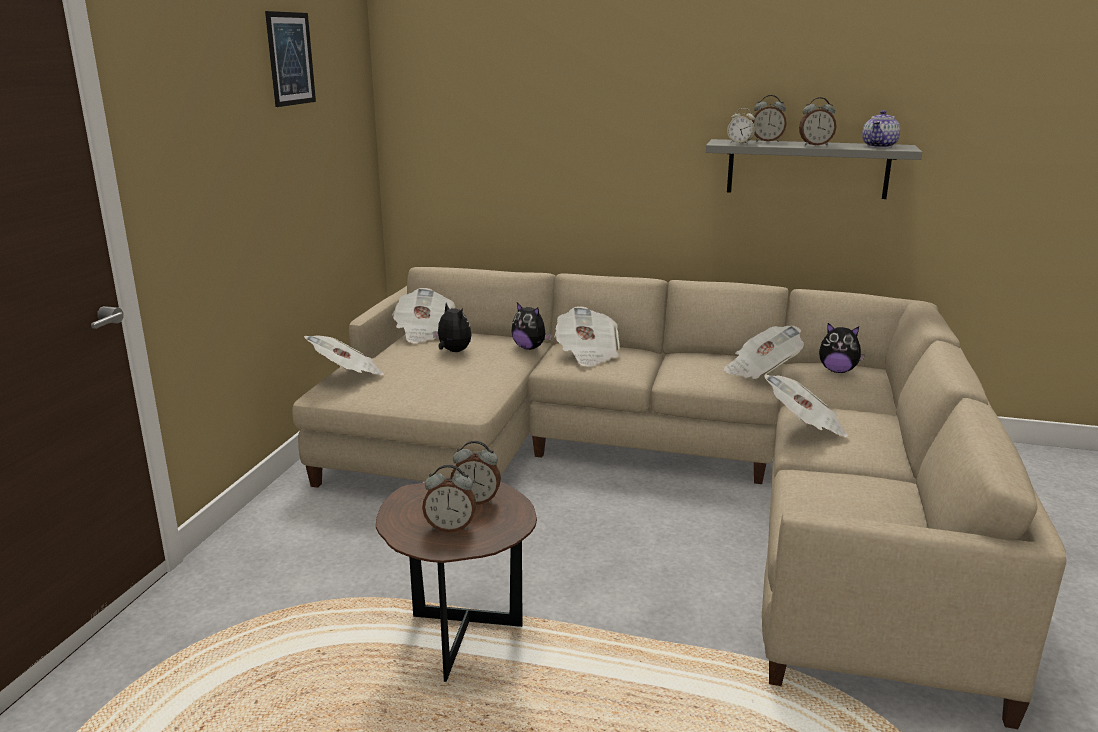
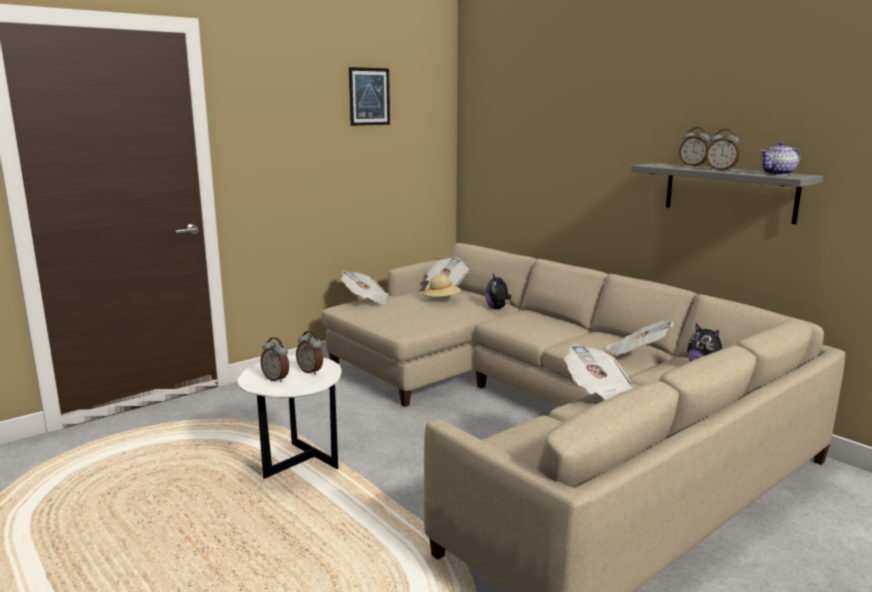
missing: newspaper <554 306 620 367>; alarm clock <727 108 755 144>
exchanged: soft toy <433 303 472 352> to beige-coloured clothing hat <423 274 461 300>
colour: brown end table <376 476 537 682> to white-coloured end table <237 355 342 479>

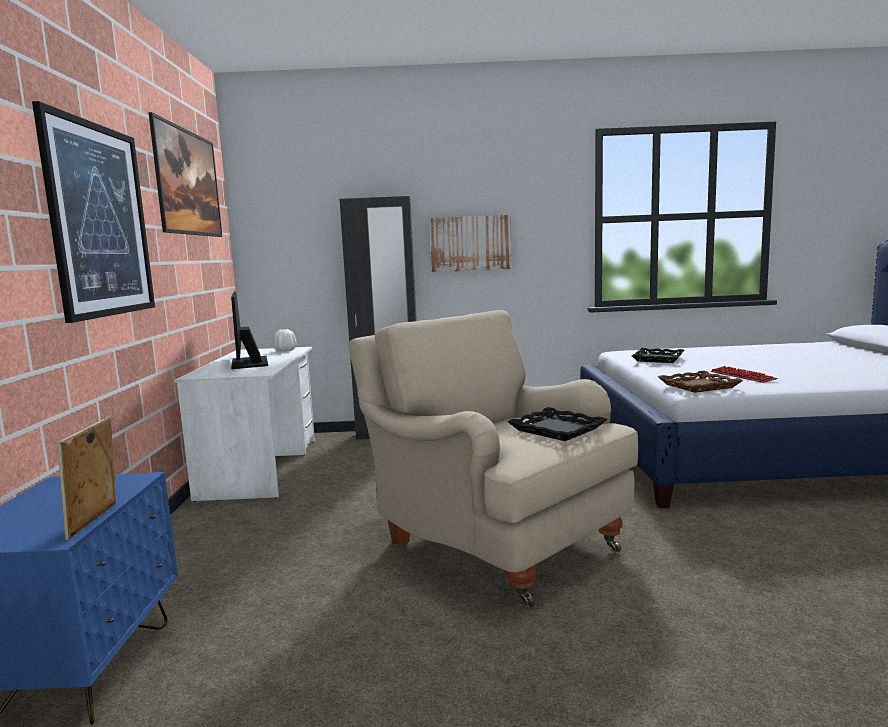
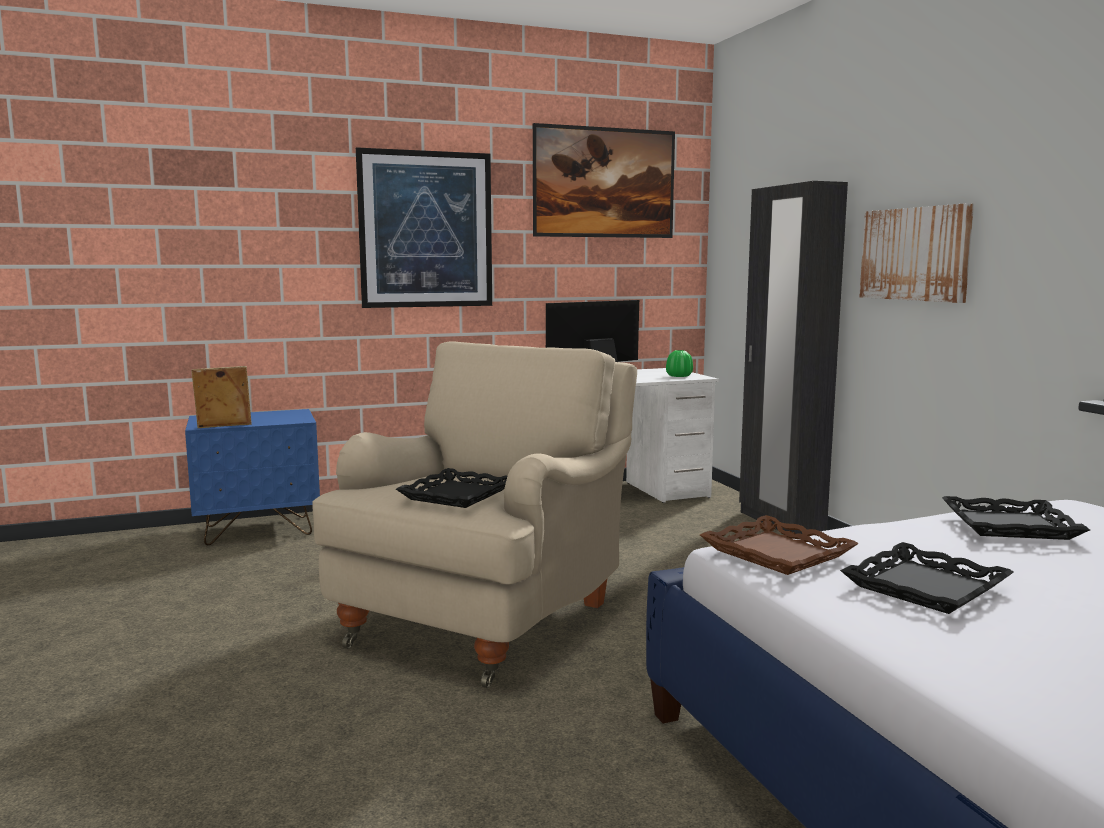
exchanged: keyboard <711 366 777 383> to blackish carrying tray <840 542 1014 614>
colour: white-coloured decorative vase <273 329 296 352> to green-coloured decorative vase <666 350 693 377>

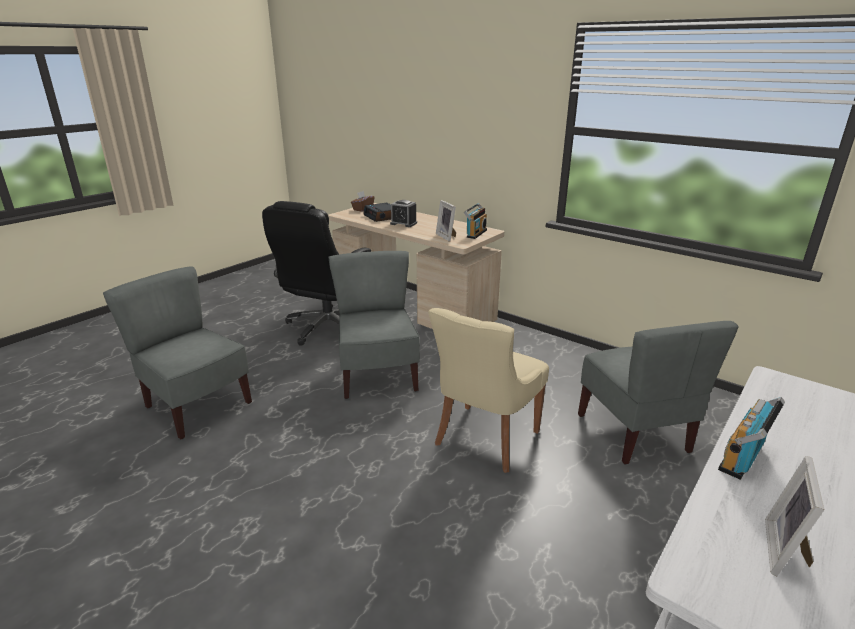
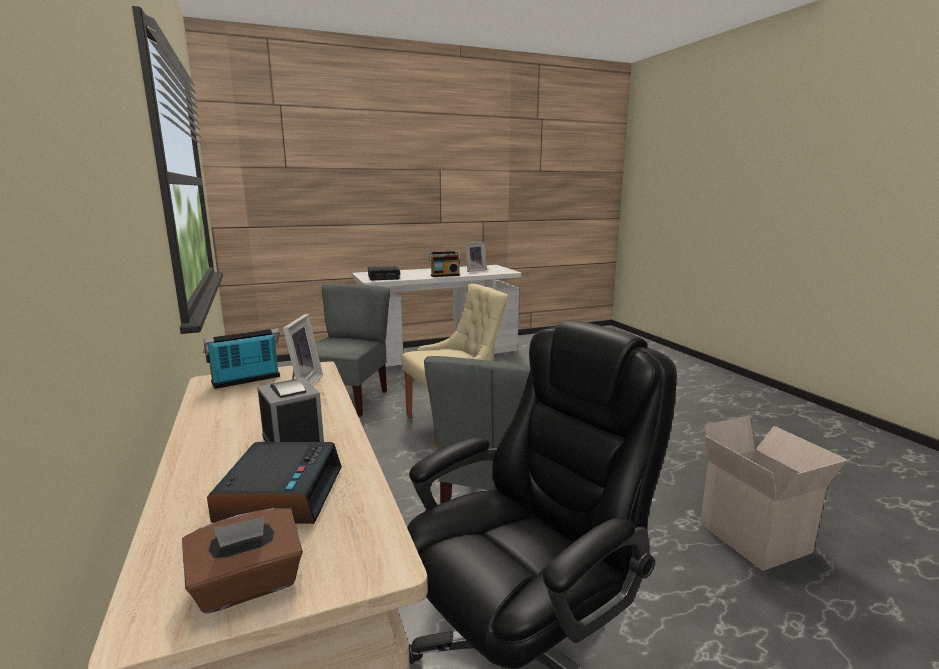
appeared: alarm clock <368 266 400 281>
exchanged: grey chair <103 266 252 440> to cardboard box <700 416 848 571>

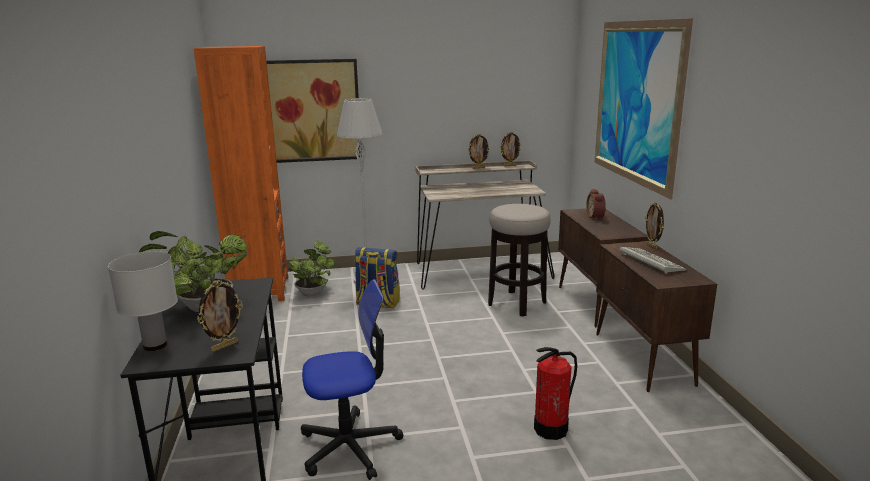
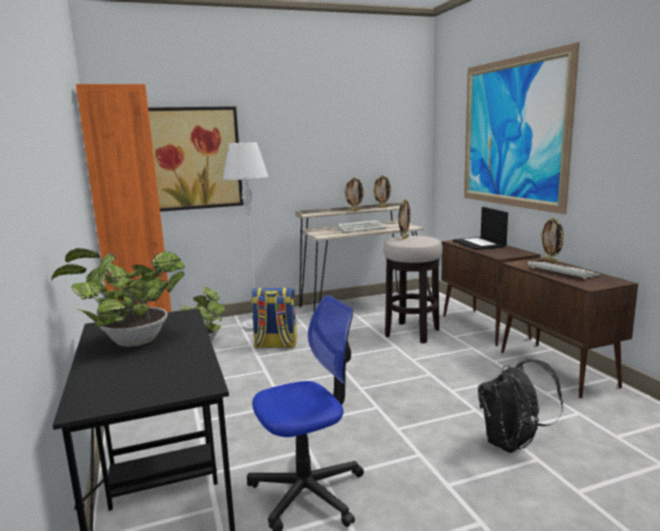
missing: white-coloured lamp for a table <108 251 178 351>
appeared: keyboard <338 220 386 233>
relocated: picture frame <198 280 243 351> to <398 199 411 240>
exchanged: alarm clock <587 189 606 220> to laptop <453 207 508 250>; extinguisher <534 347 577 440> to blackish backpack <478 359 563 453>

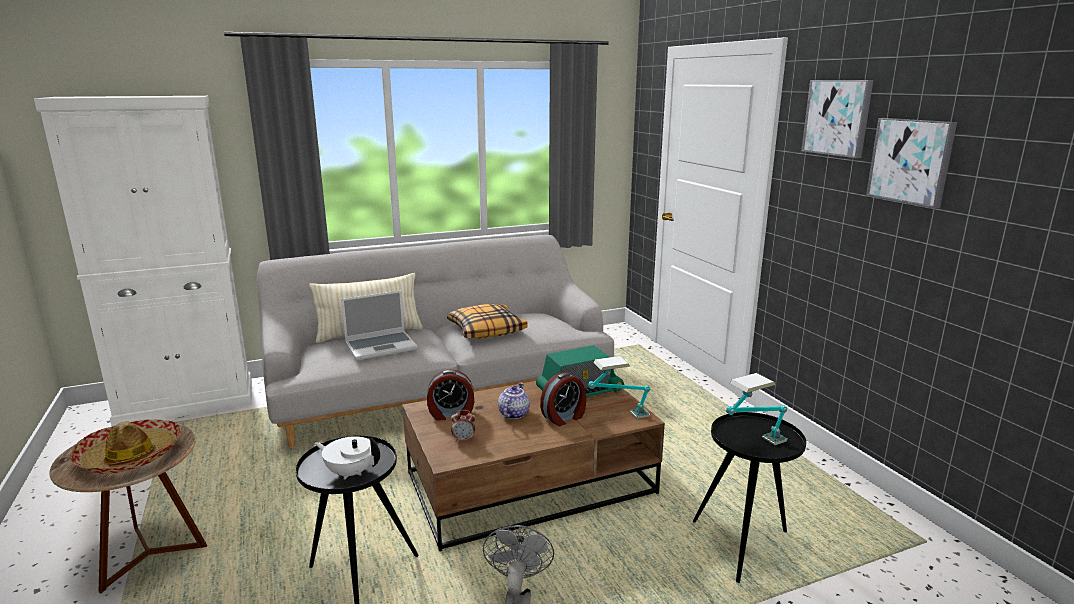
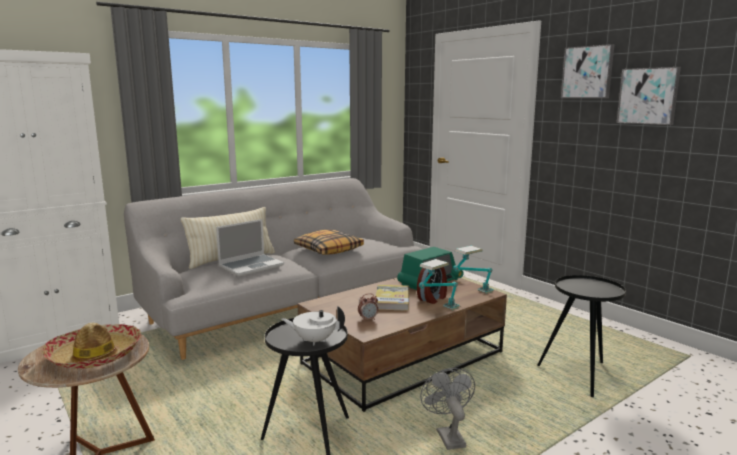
missing: alarm clock <427 369 474 421>
relocated: lamp for a table <726 373 787 445> to <419 259 460 310>
exchanged: tea pot <498 383 530 419> to volume <375 285 409 311>

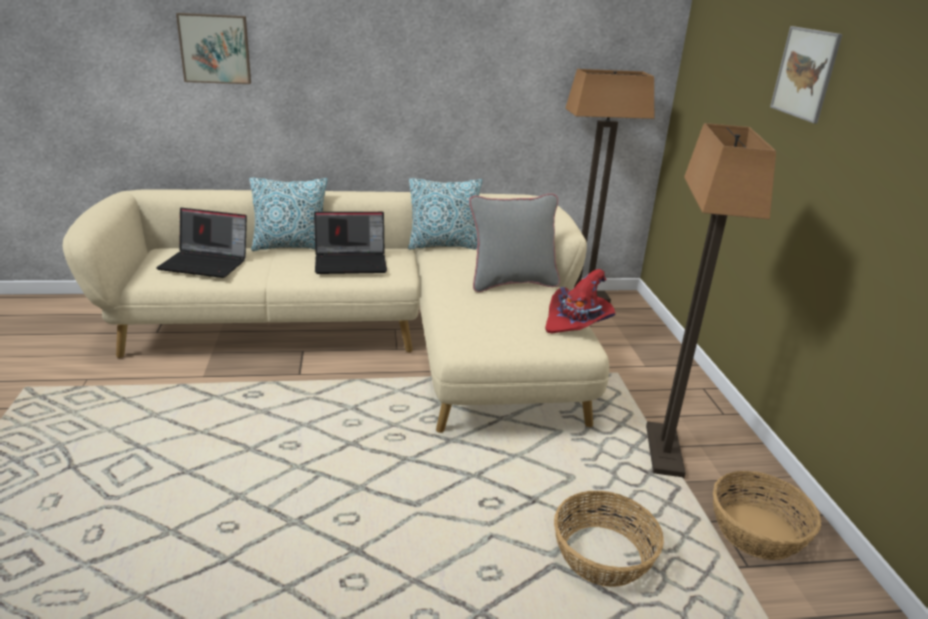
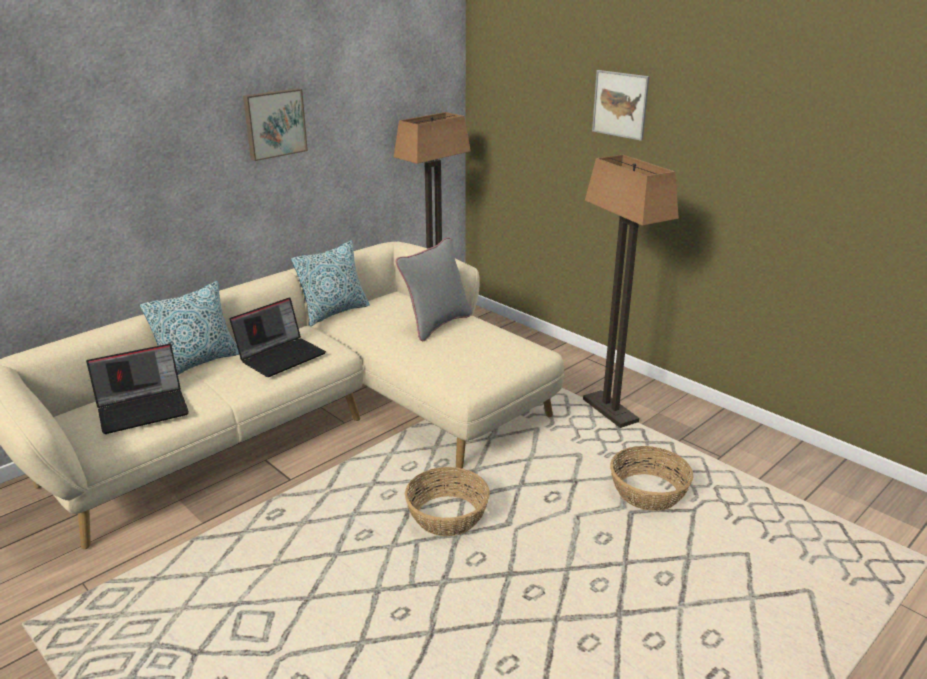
missing: reddish clothing hat <545 269 616 333>
relocated: wall picture <176 13 251 84> to <243 88 308 161>; household basket <713 471 821 560> to <405 467 490 536>

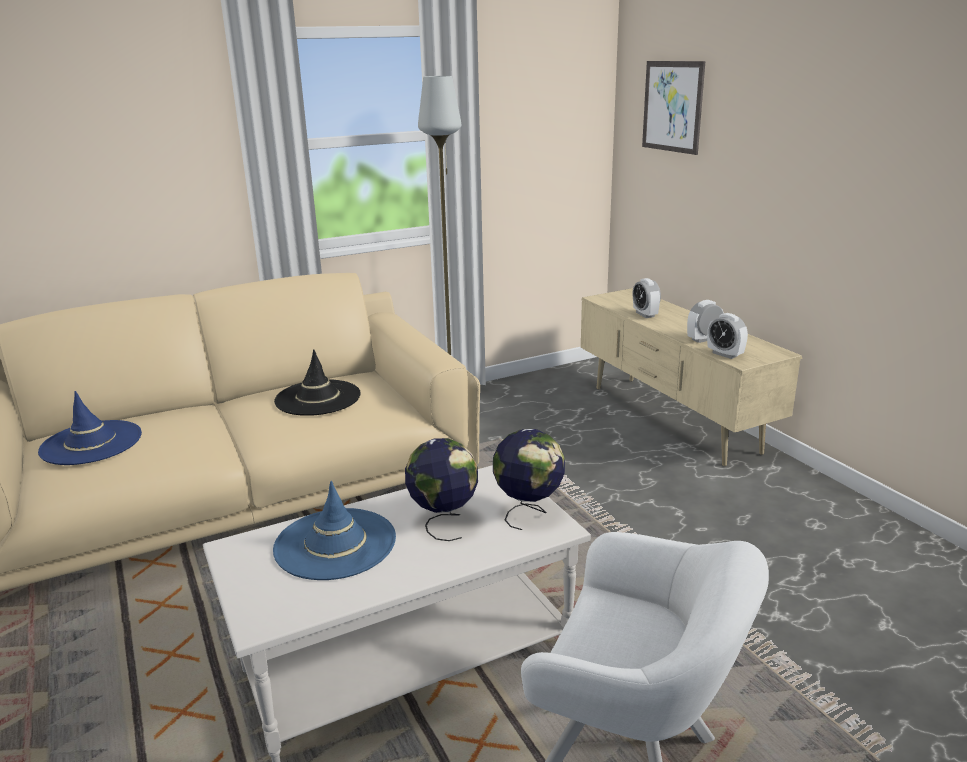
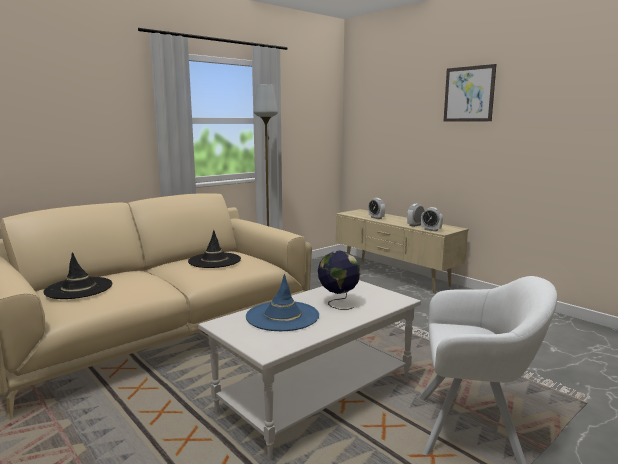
missing: world globe <493 429 565 530>
relocated: wall picture <642 61 705 155> to <444 64 496 121>
colour: blue clothing hat <38 391 142 465> to blackish clothing hat <43 252 112 299>

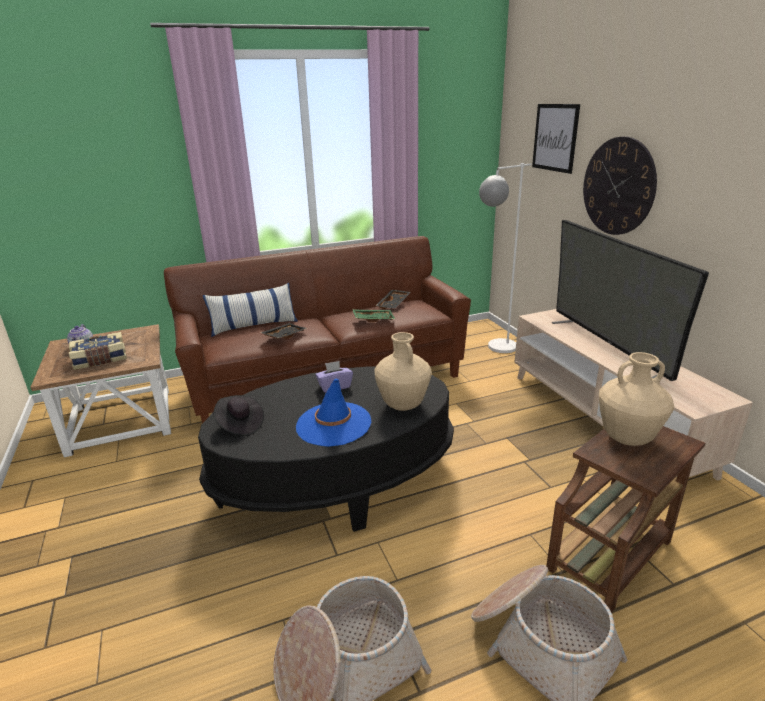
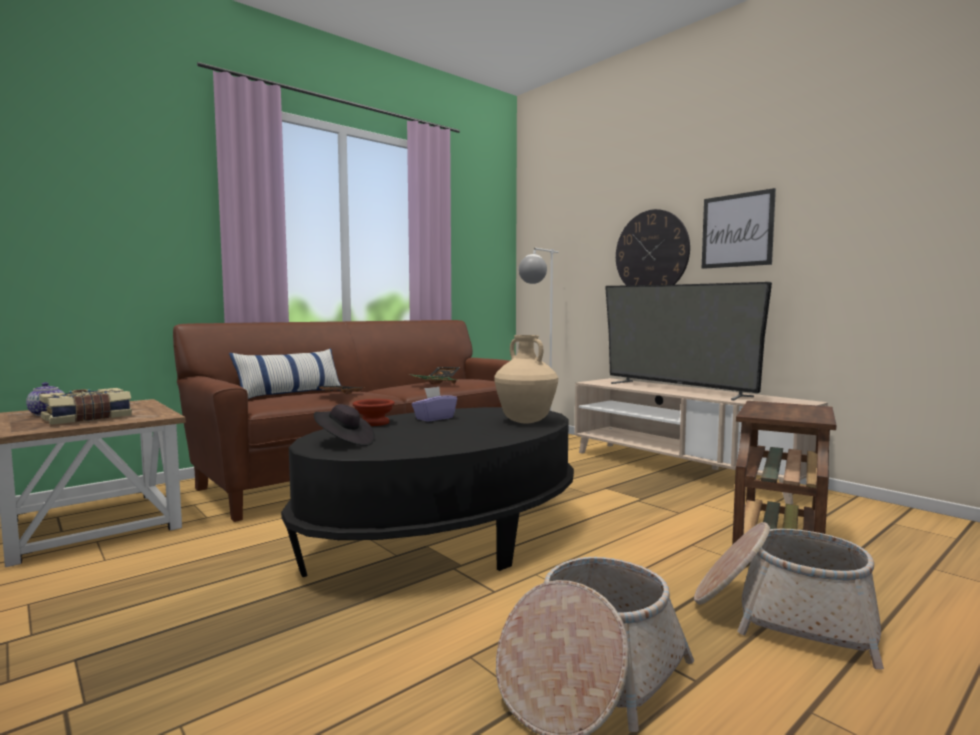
missing: blue clothing hat <296 379 371 447>; beige-coloured decorative vase <599 352 674 446>
appeared: brown serving bowl <353 399 395 426>
relocated: wall picture <532 104 580 174> to <702 188 776 269>

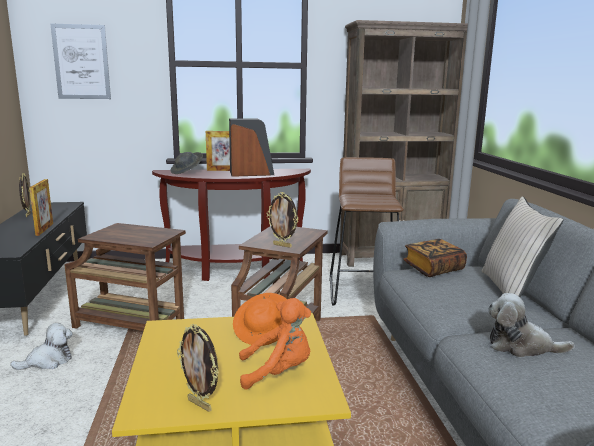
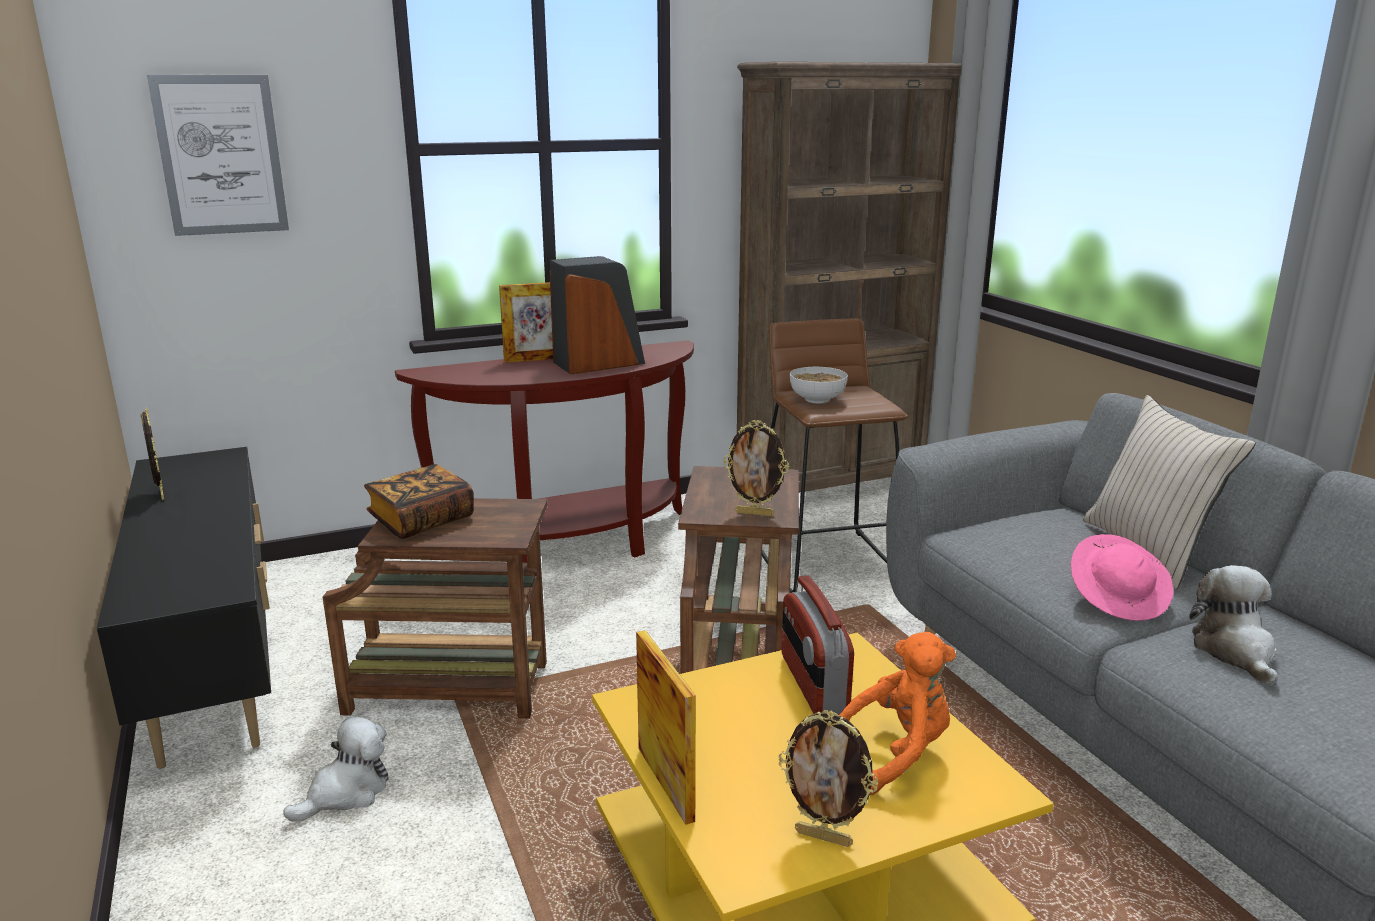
missing: grey clothing hat <170 152 203 174>
appeared: serving bowl <790 367 848 404>; pinkish clothing hat <1071 534 1174 621>
relocated: volume <404 239 467 277> to <364 464 474 539>; picture frame <29 179 53 236> to <636 630 696 825>
exchanged: orangey clothing hat <233 293 287 346> to radio <781 576 854 715>
spun: soft toy <488 293 575 357> = <1189 565 1278 686> 90 degrees clockwise

